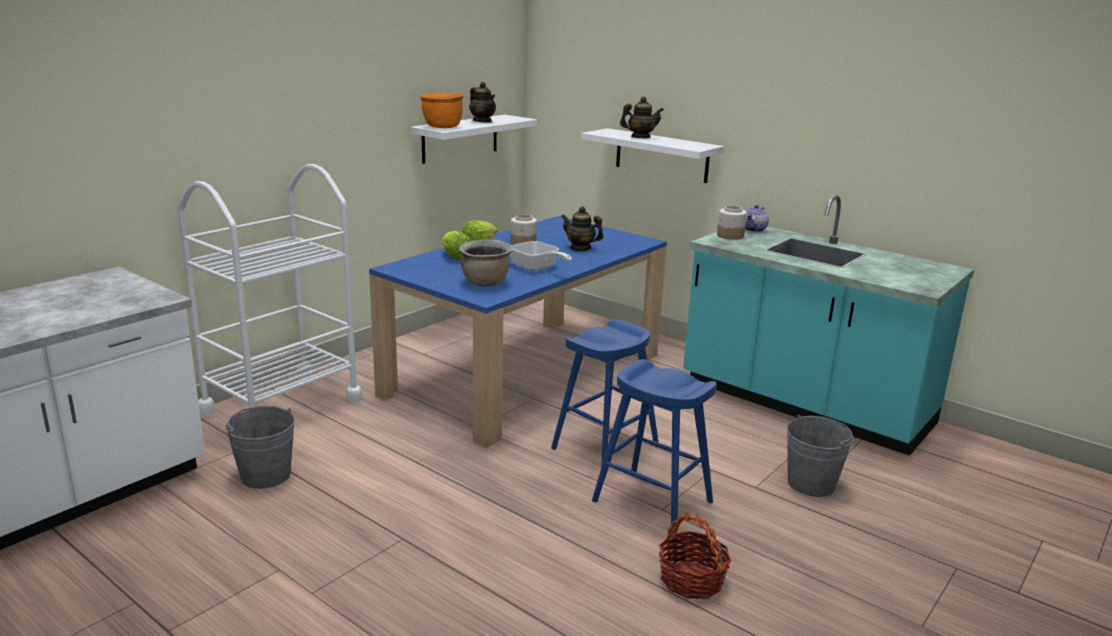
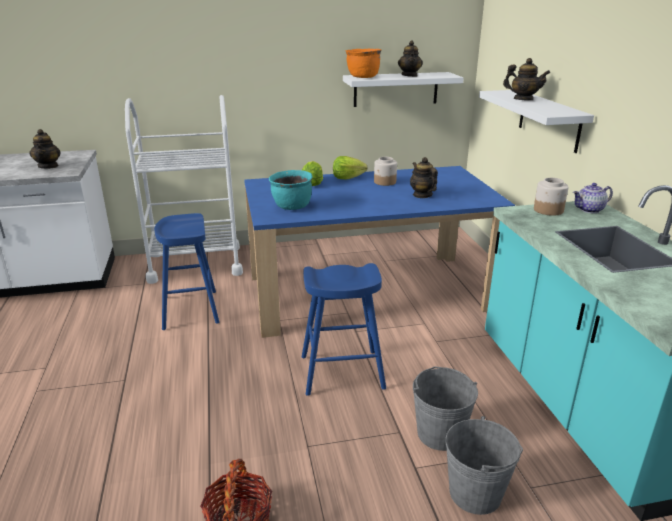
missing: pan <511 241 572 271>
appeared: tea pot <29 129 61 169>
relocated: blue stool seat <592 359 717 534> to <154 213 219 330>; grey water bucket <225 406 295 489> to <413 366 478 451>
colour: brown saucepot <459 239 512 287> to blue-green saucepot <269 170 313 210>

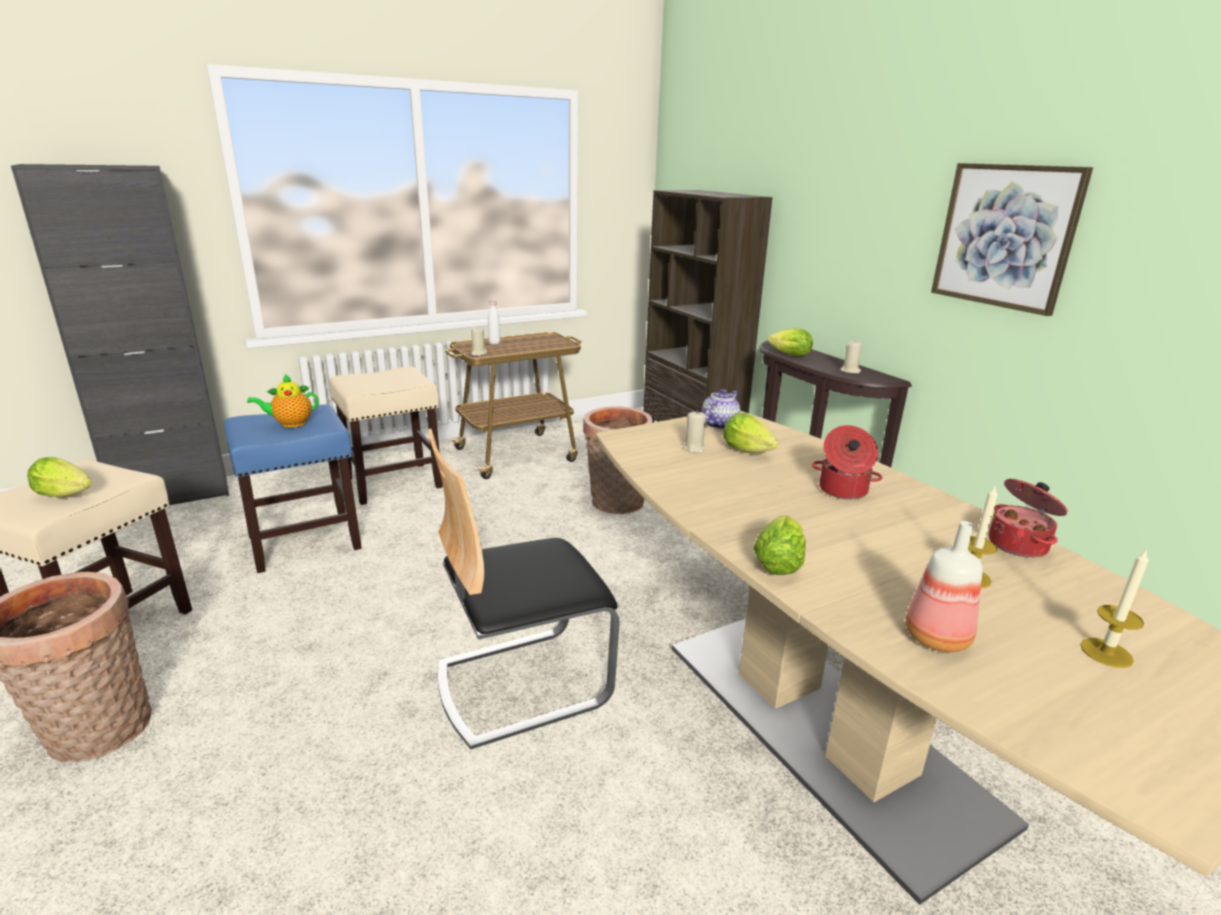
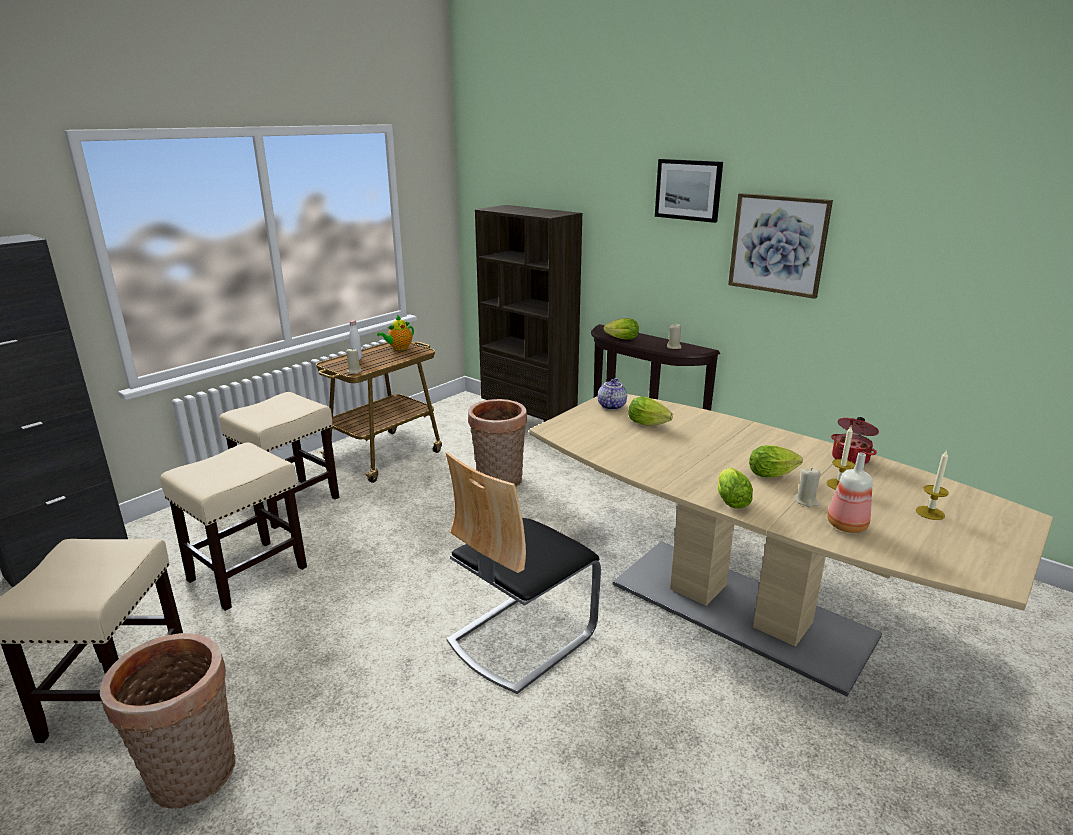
missing: saucepot <812 425 882 499>
appeared: wall picture <655 159 723 223>
relocated: tea pot <247 374 318 428> to <377 315 414 350>; head of lettuce <27 457 92 498> to <749 445 803 477>; beige-coloured wax light <683 410 706 453> to <795 468 821 507>
colour: blue stool seat <224 404 362 573> to beige-coloured stool seat <160 442 307 611>

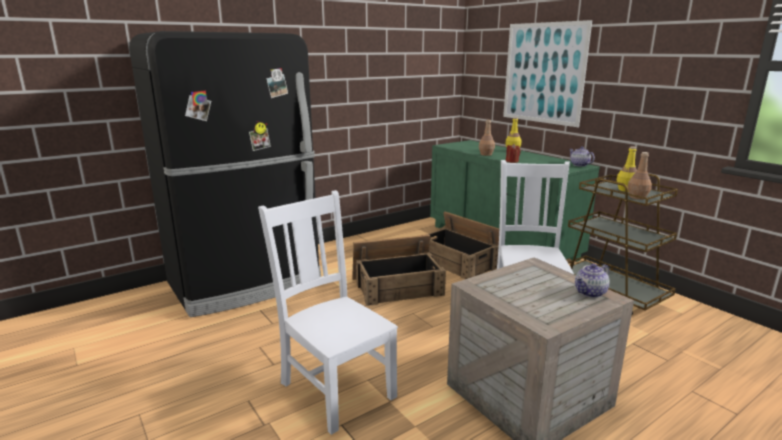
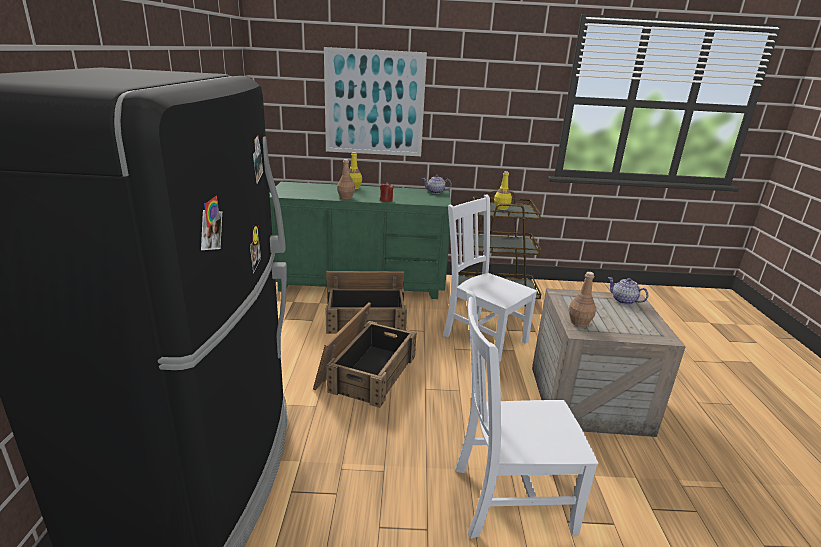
relocated: brown beverage bottle <627 152 652 200> to <569 272 596 327>
spun: tea pot <575 264 610 298> = <608 277 649 305> 135 degrees clockwise

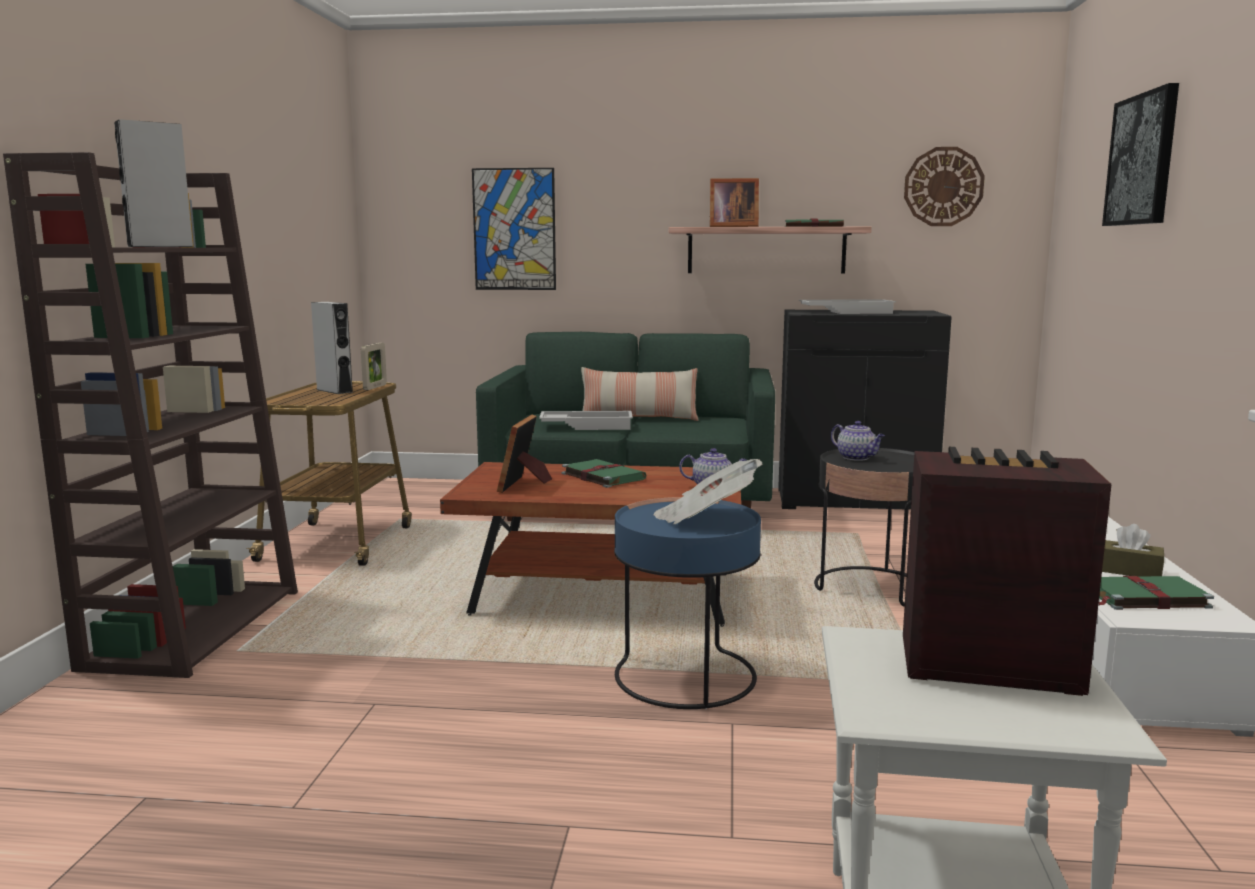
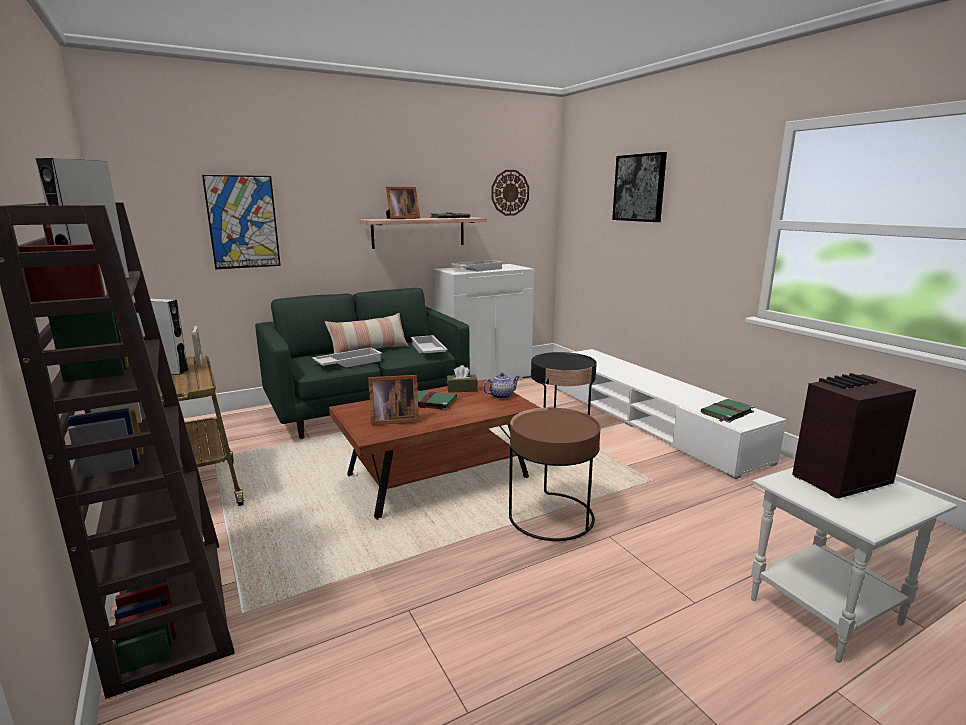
missing: newspaper <654 459 763 524>; tea pot <831 421 885 461>
appeared: white-coloured carrying tray <411 335 448 353>
relocated: brown box of tissues <1102 524 1164 577> to <447 365 478 393>
colour: blackish storage cabinet <778 310 952 510> to white-coloured storage cabinet <433 264 534 381>; blue end table <614 497 761 709> to brown end table <509 408 600 541>
spun: picture frame <497 415 552 493> = <368 375 419 425> 75 degrees counterclockwise

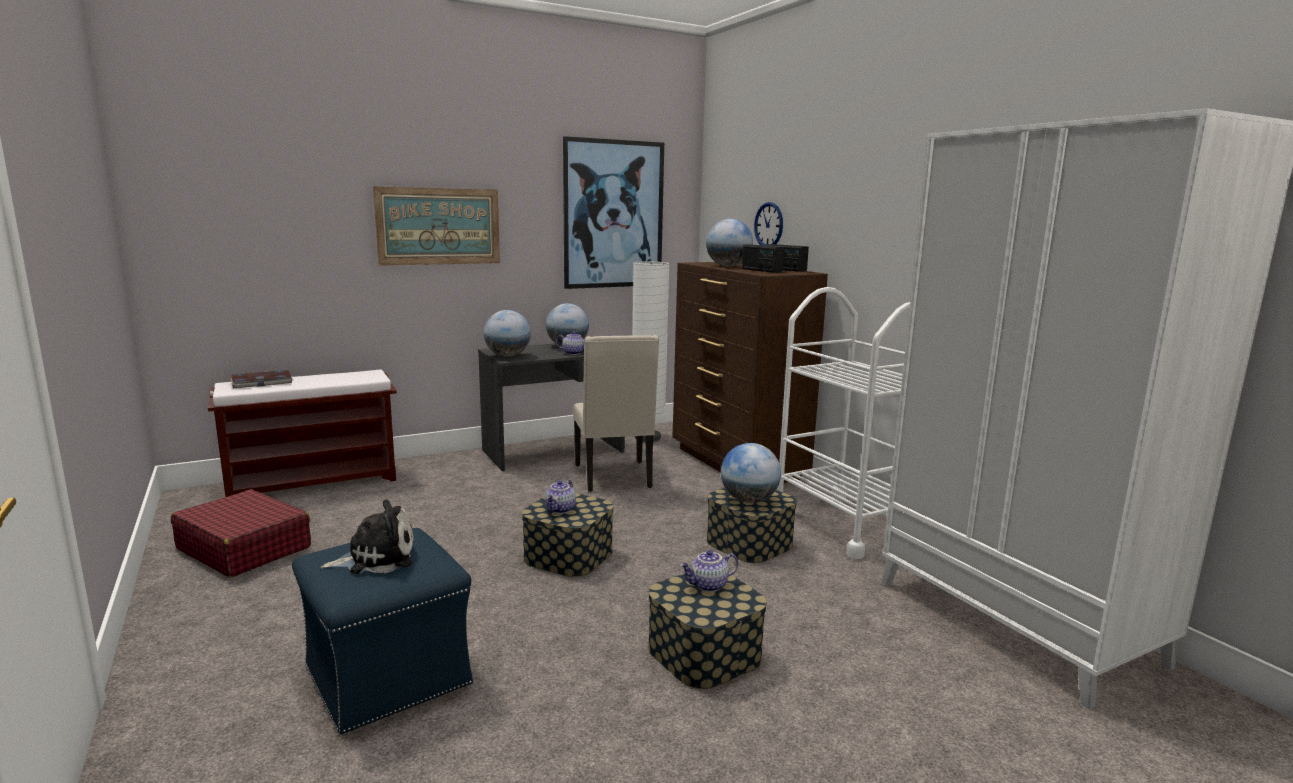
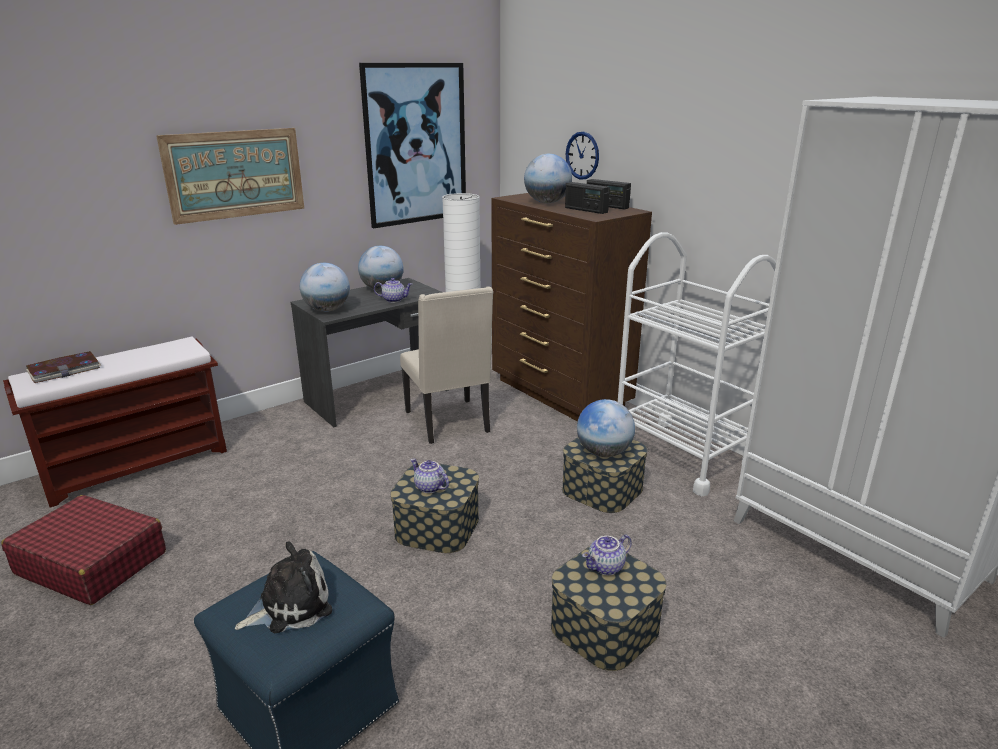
spun: tea pot <545 479 576 514> = <411 459 449 493> 120 degrees clockwise

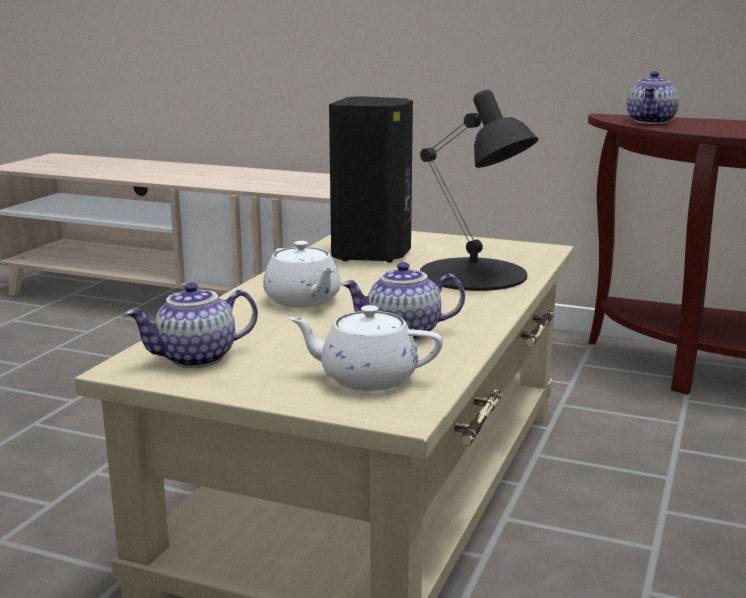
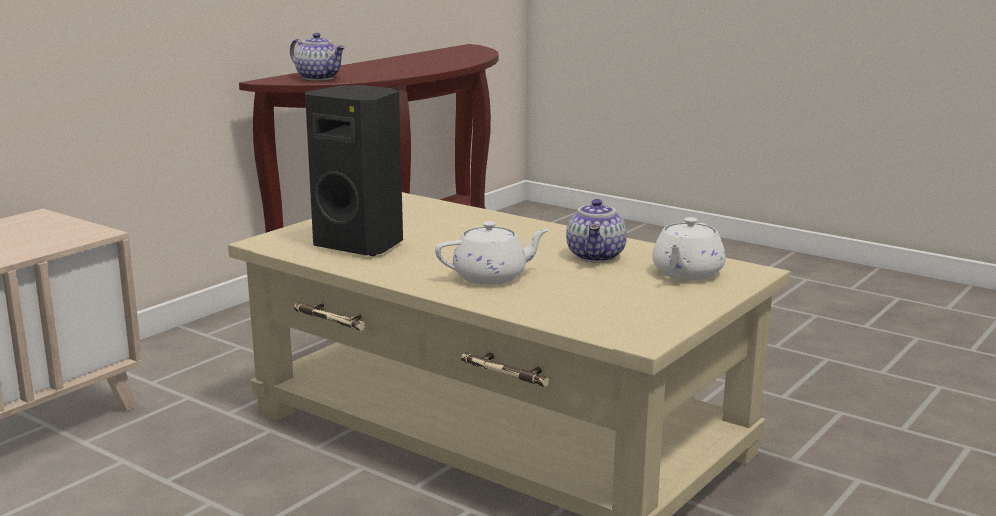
missing: tea pot <125 283 258 368>; blackish lamp for a table <420 89 539 291>

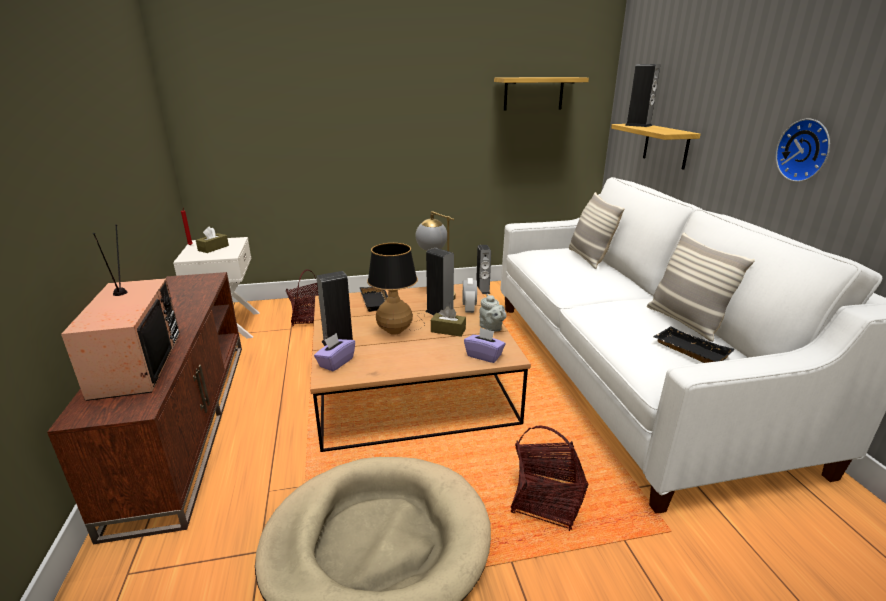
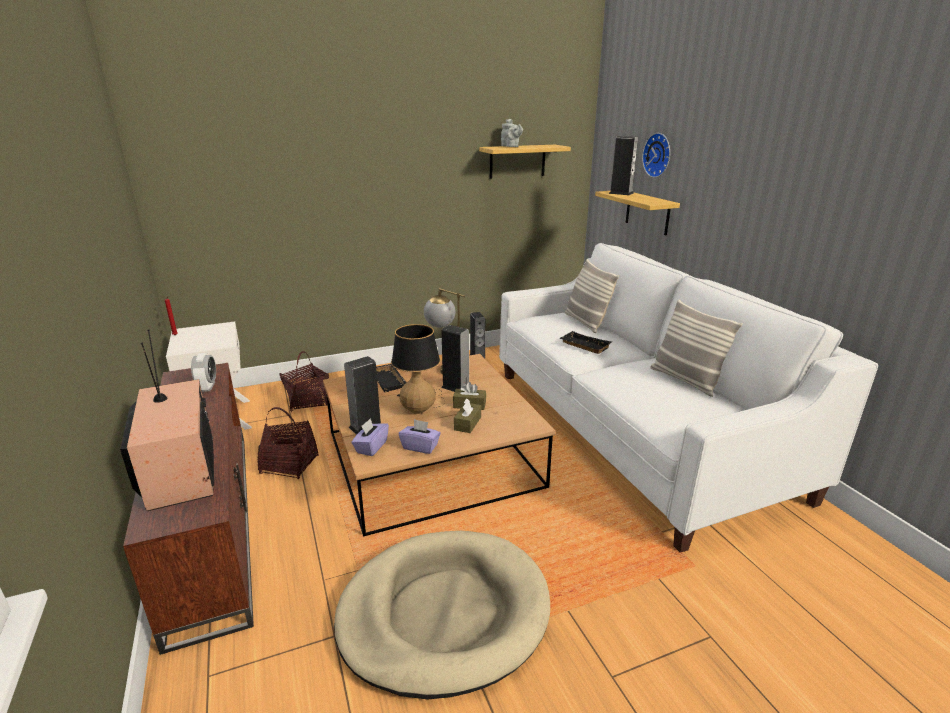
relocated: alarm clock <463 278 477 313> to <191 353 216 392>; household basket <510 426 589 531> to <258 407 318 479>; purplish box of tissues <464 327 506 363> to <399 419 441 454>; brown box of tissues <196 227 229 253> to <454 398 481 433>; grey tea pot <479 294 506 332> to <501 119 523 147>; blackish carrying tray <653 326 735 363> to <559 331 612 354>; wall clock <776 119 830 182> to <642 133 670 178>

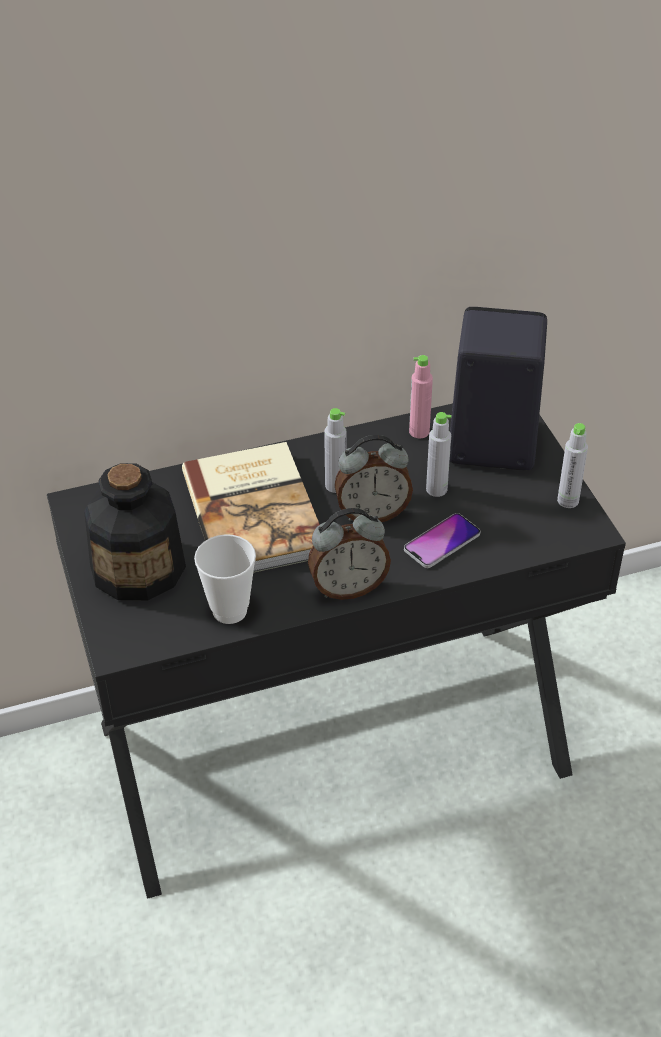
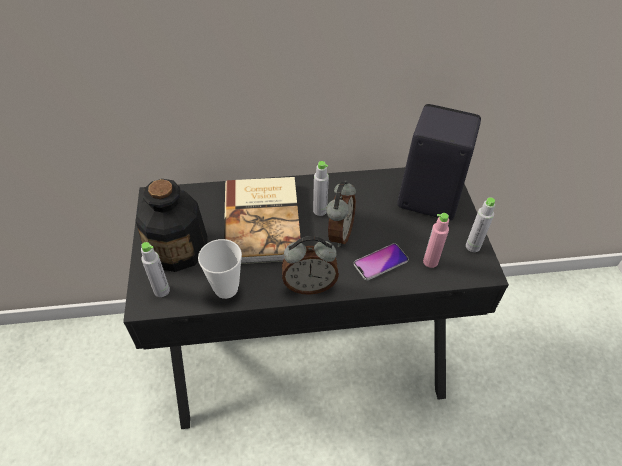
relocated: grey beverage bottle <426 412 451 497> to <141 242 170 297>; pinkish beverage bottle <409 355 433 439> to <423 213 449 268>
spun: alarm clock <334 435 413 522> = <326 181 356 247> 75 degrees counterclockwise

